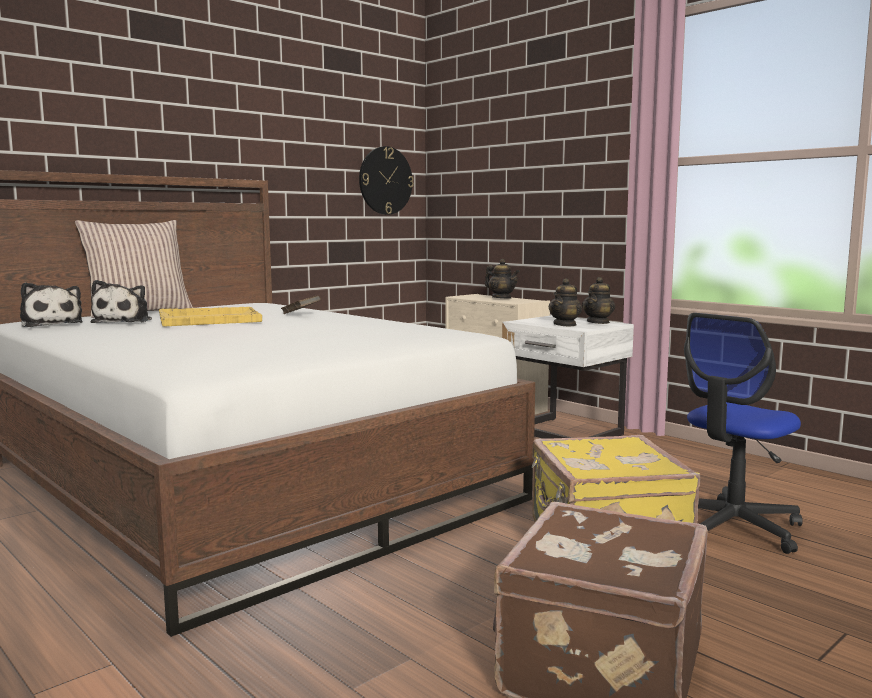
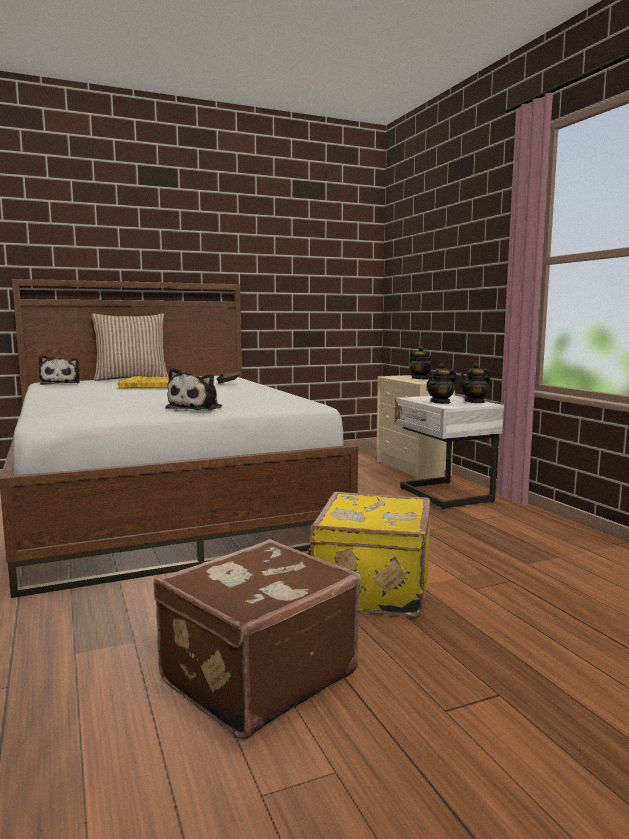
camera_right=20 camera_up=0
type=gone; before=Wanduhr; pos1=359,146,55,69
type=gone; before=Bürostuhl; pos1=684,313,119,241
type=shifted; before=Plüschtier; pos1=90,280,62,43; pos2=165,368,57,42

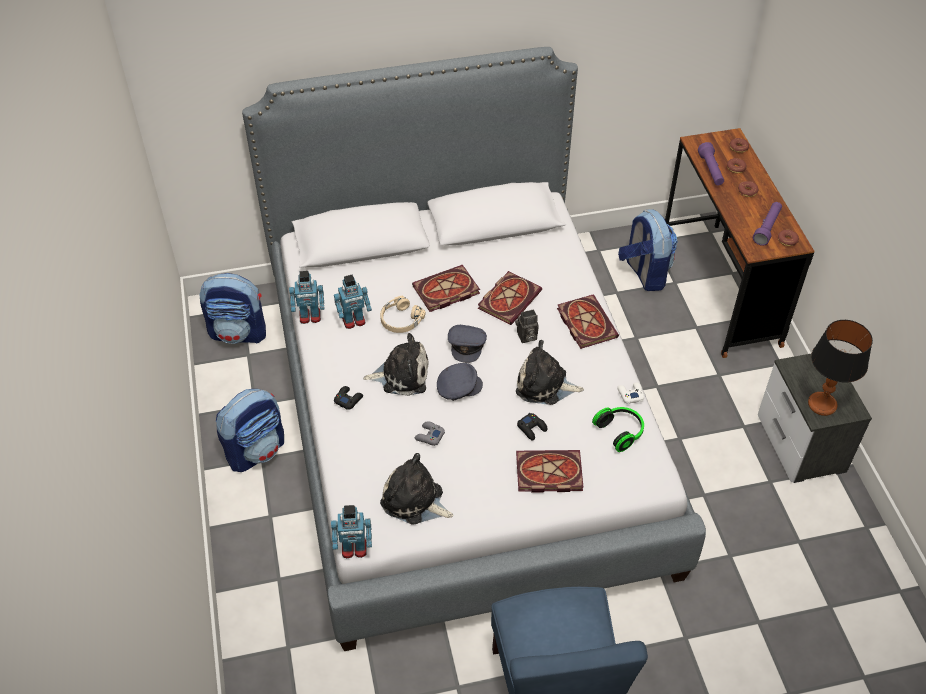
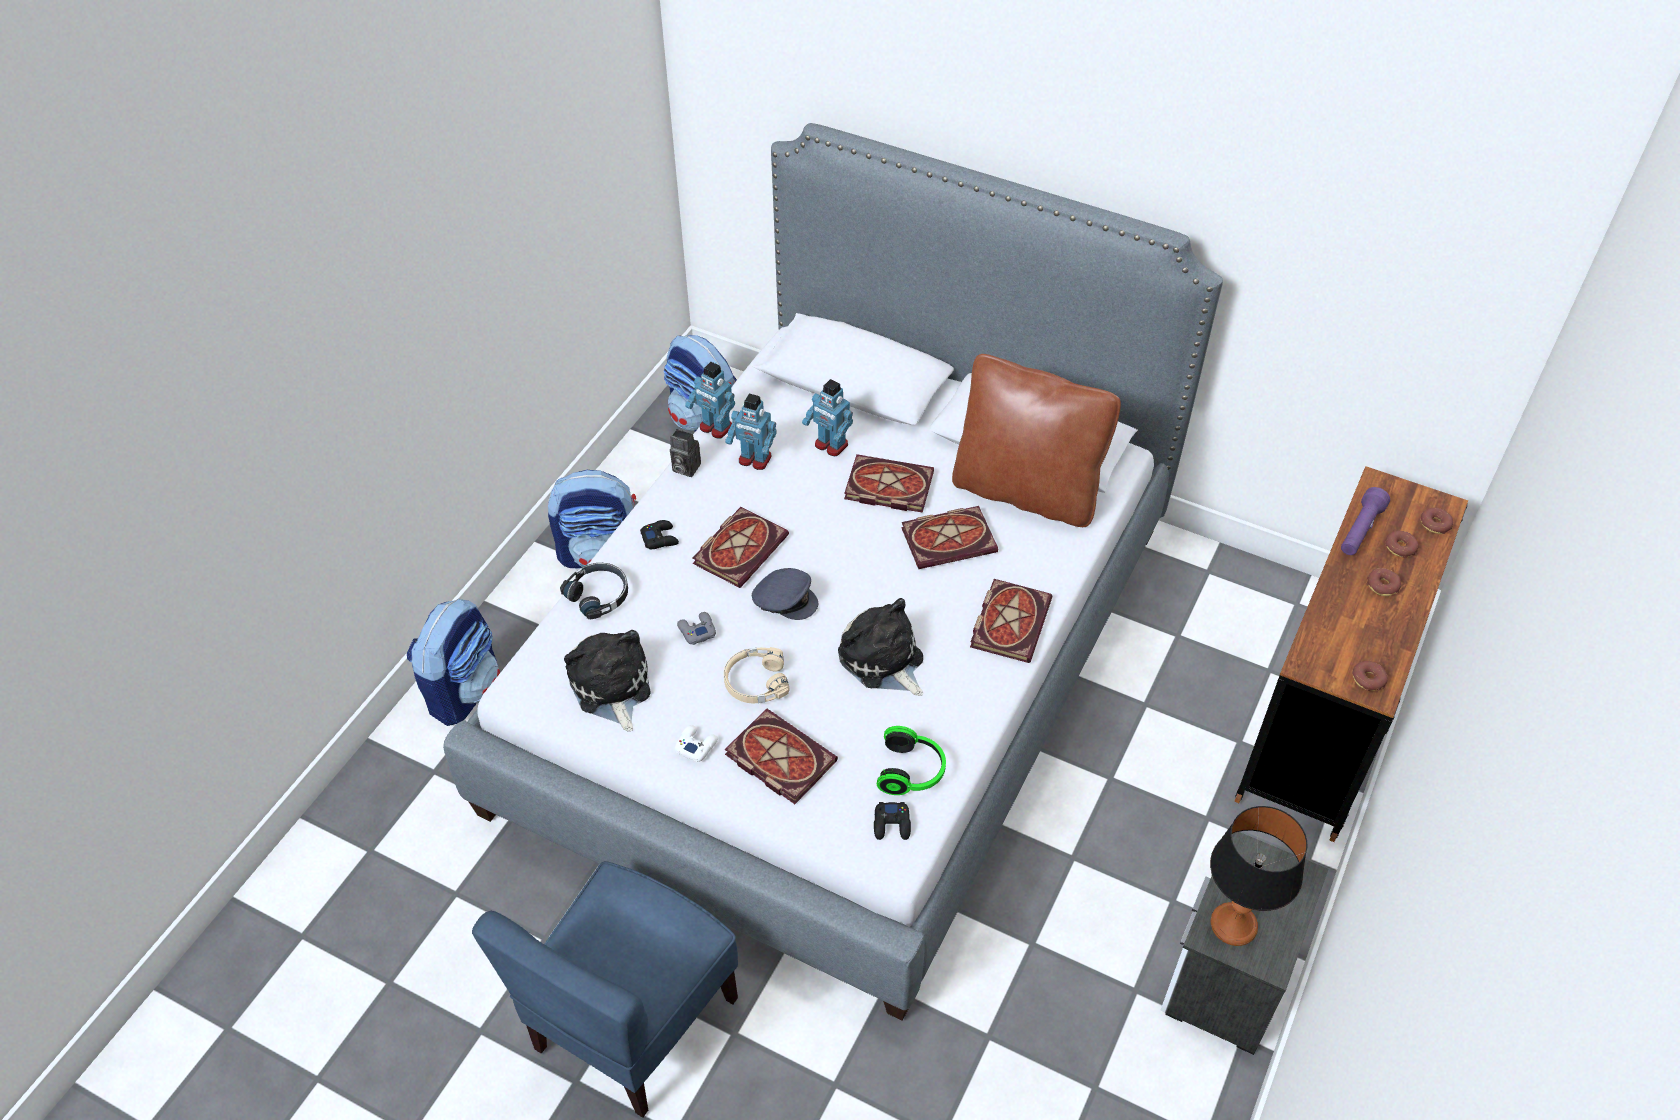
camera_right=40 camera_up=0
type=gone; before=Kappe/grau; pos1=448,325,39,38
type=gone; before=Taschenlampe/lila; pos1=753,202,29,44
type=new; after=Kopfhörer/schwarz; pos2=560,563,68,57
type=new; after=Kissen/braun; pos2=952,354,169,173
type=shifted; before=Spielzeugroboter; pos1=331,505,41,53; pos2=802,379,51,77
type=shifted; before=Kopfhörer/beige; pos1=380,296,46,37; pos2=724,647,65,56
type=shifted; before=Kamera; pos1=515,309,24,34; pos2=670,429,31,48
type=shifted; before=Gamepad/schwarz; pos1=517,413,31,28; pos2=874,802,37,38
type=shifted; before=Gamepad/weiß; pos1=617,382,27,22; pos2=675,725,43,37
type=shifted; before=Rucksack; pos1=618,209,60,82; pos2=407,598,93,128
type=swapped; before=Plüschtier; after=Buch; pos1=363,333,65,63; pos2=692,507,97,81

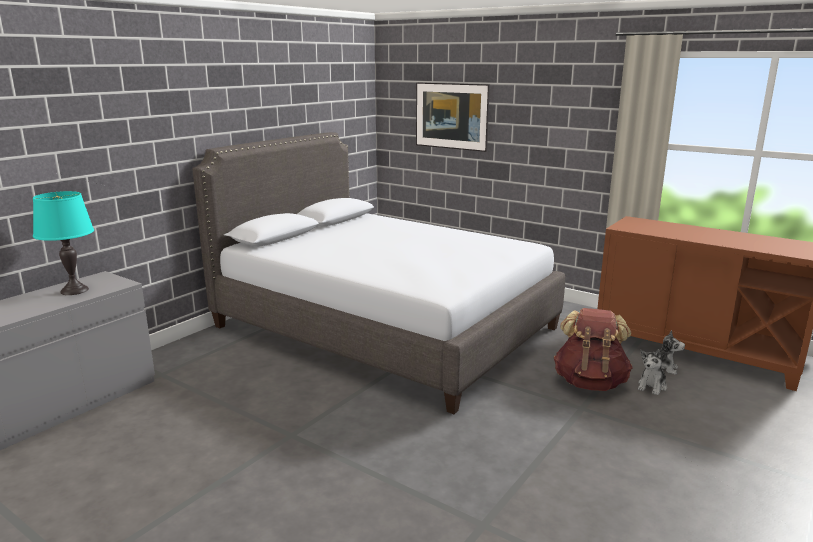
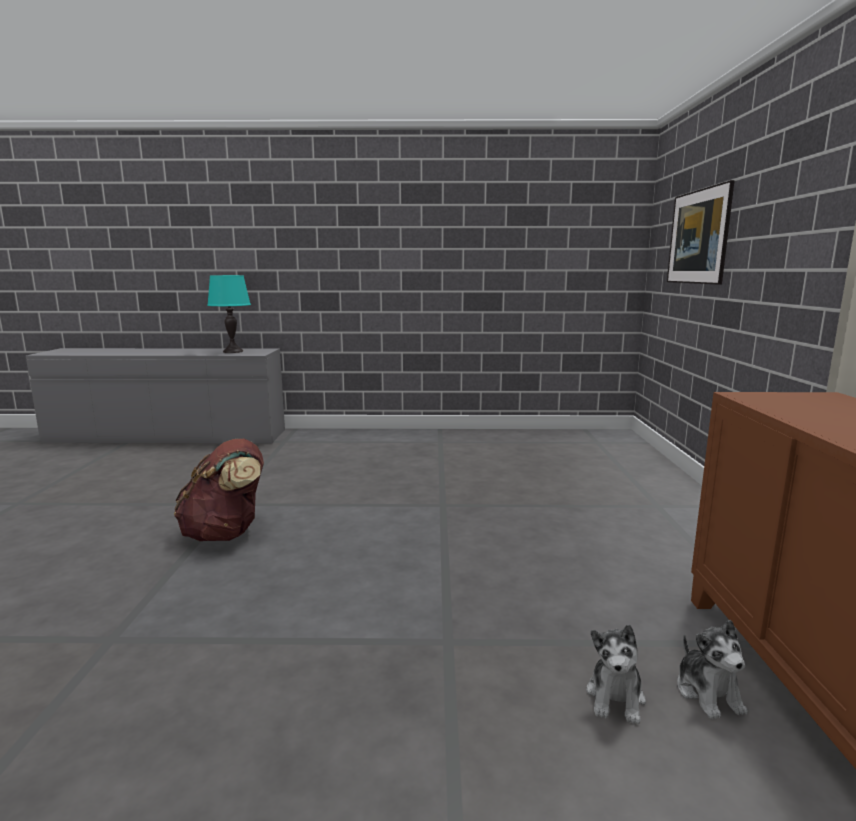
camera_right=55 camera_up=-5
type=gone; before=Bett/grau; pos1=192,132,373,282
type=shifted; before=Rucksack/braun; pos1=554,308,79,83; pos2=174,439,90,102
type=rotated; before=Plüschtier; pos1=638,349,29,46; pos2=586,625,60,100; turn=-75

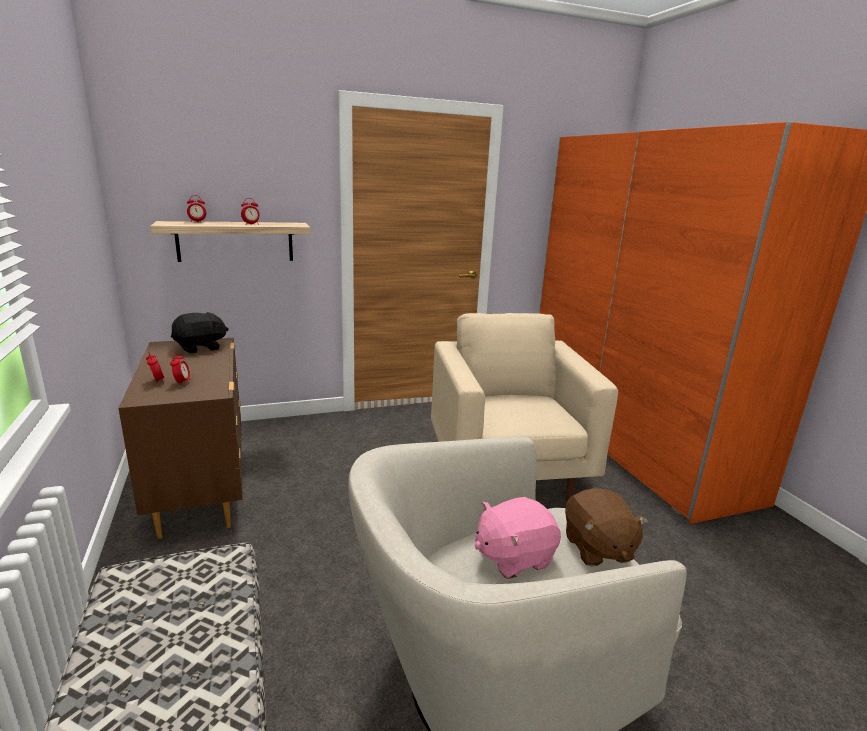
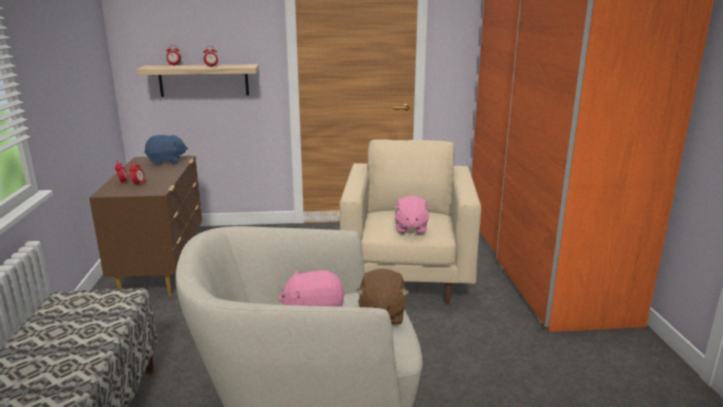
camera_right=15 camera_up=0
type=new; after=Plüschtier/rosa; pos2=393,196,38,38
type=repainted; before=Plüschtier/schwarz; after=Plüschtier/blau; pos1=171,312,58,41; pos2=144,135,44,30

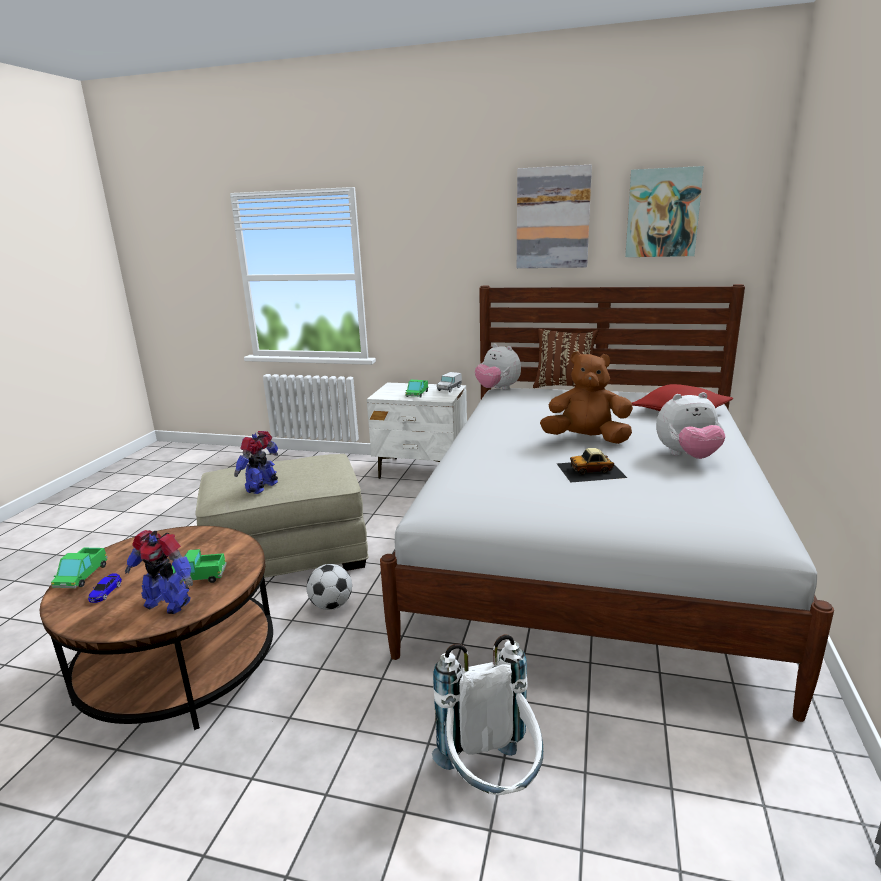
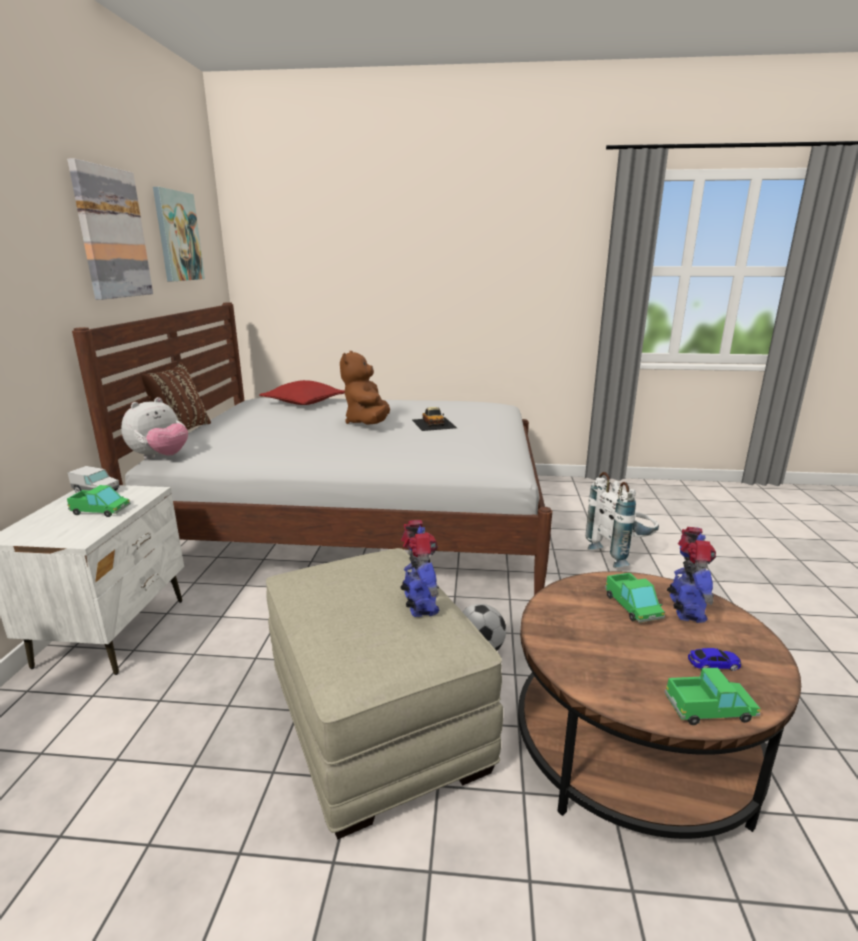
camera_right=-100 camera_up=0
type=gone; before=Plüschtier; pos1=656,392,69,67
type=rotated; before=Spielzeugroboter; pos1=234,431,44,63; pos2=400,520,39,97; turn=-120

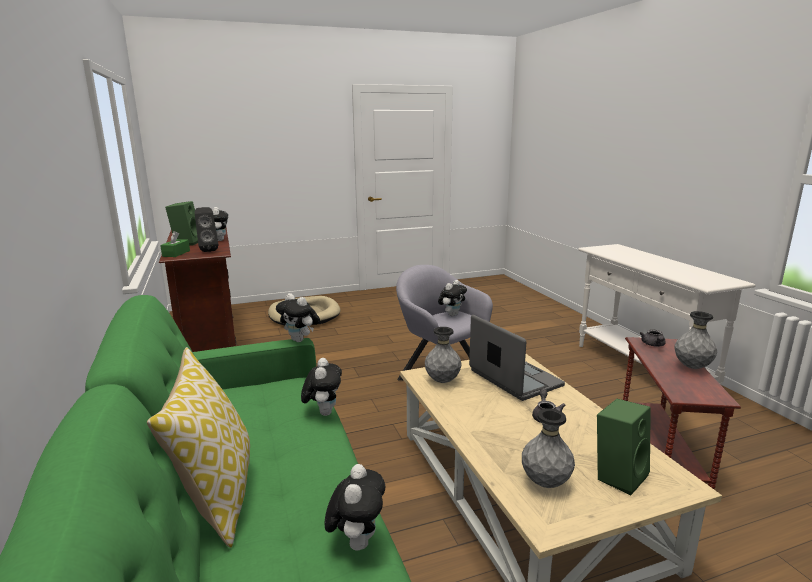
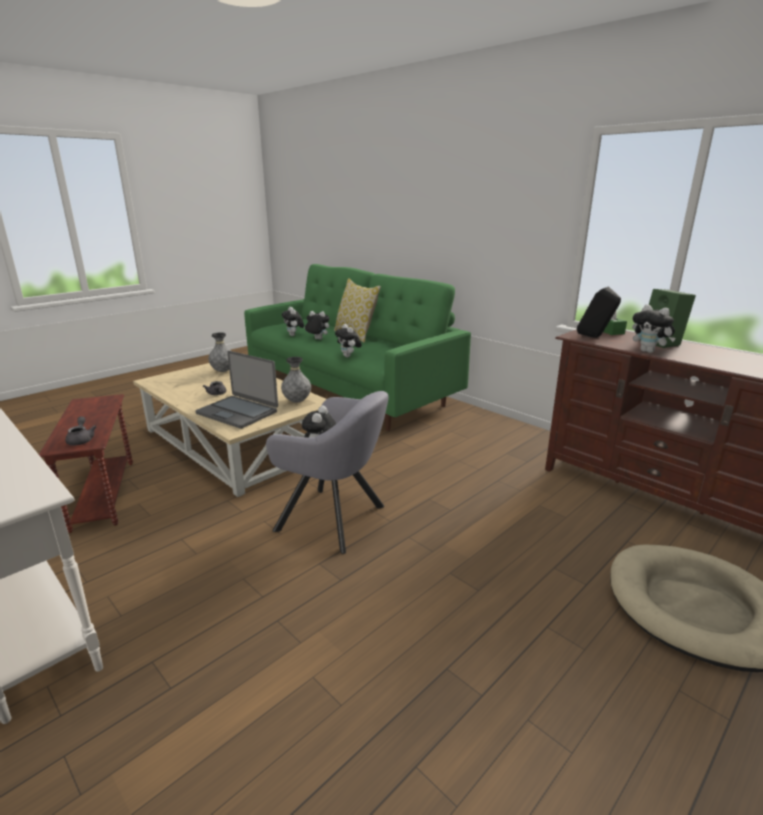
camera_right=155 camera_up=5
type=gone; before=Lautsprecher/grün; pos1=597,399,54,96
type=gone; before=Vase/grau; pos1=675,311,42,58
type=shifted; before=Plüschtier; pos1=276,293,44,49; pos2=304,311,26,29

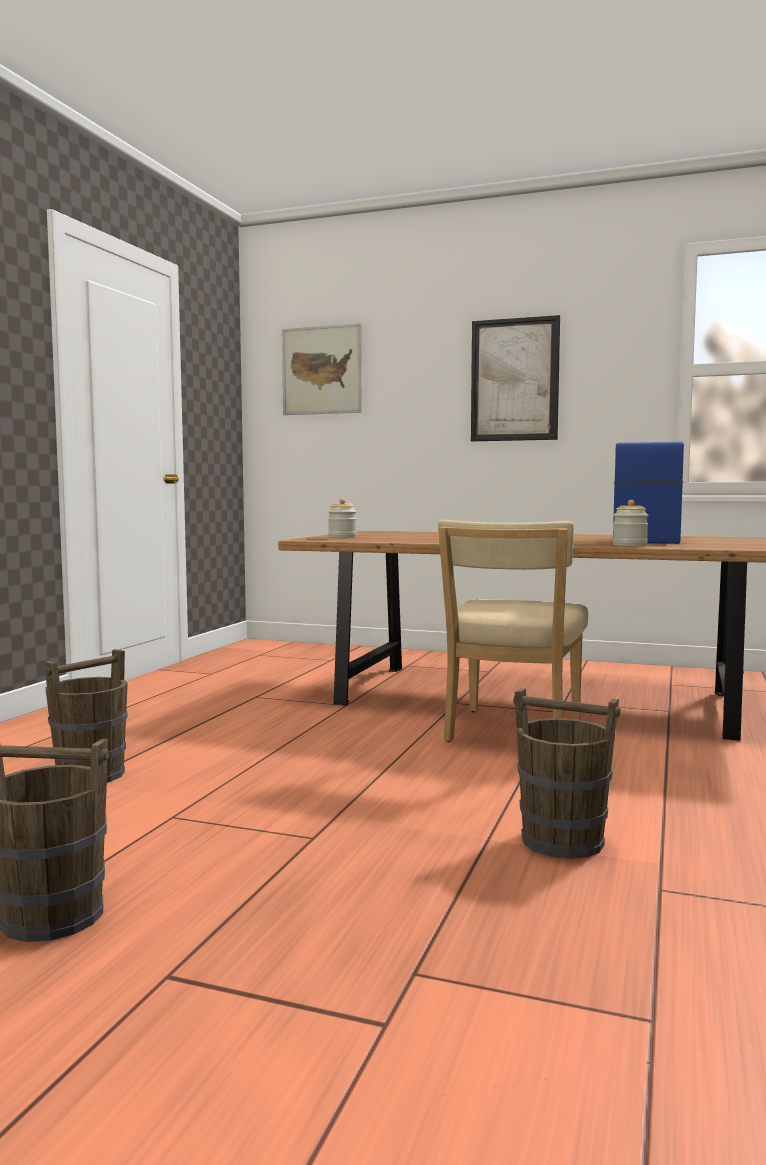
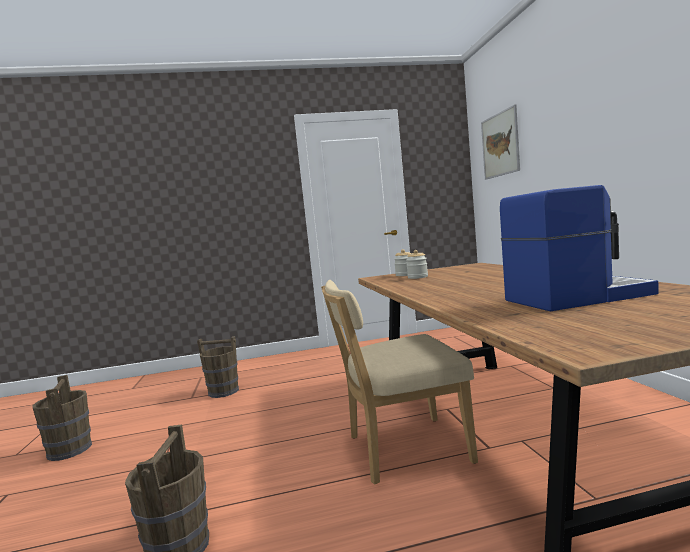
camera_right=60 camera_up=0
type=gone; before=Bild; pos1=471,315,89,126
type=shifted; before=Vorratsglas; pos1=613,500,35,46; pos2=406,250,22,29

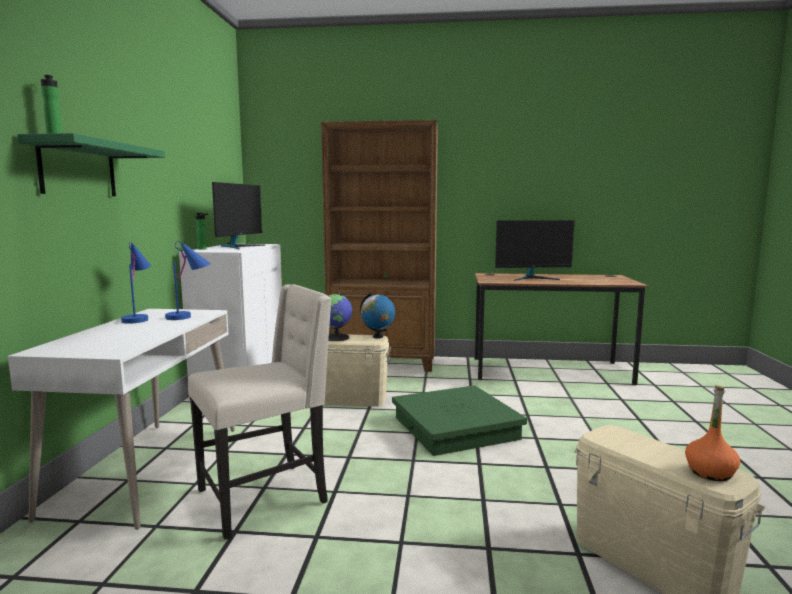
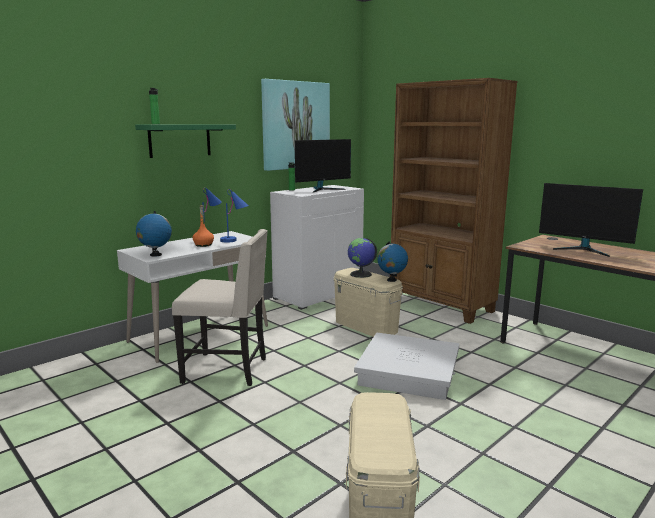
camera_right=40 camera_up=5
type=new; after=Globus; pos2=136,211,36,46
type=new; after=Bild; pos2=261,79,69,92
type=shifted; before=Flasche/orange; pos1=685,385,55,96; pos2=192,205,22,42
type=repainted; before=Aufbewahrungsbox/grün; after=Aufbewahrungsbox/weiß; pos1=392,385,135,71; pos2=354,333,105,67

